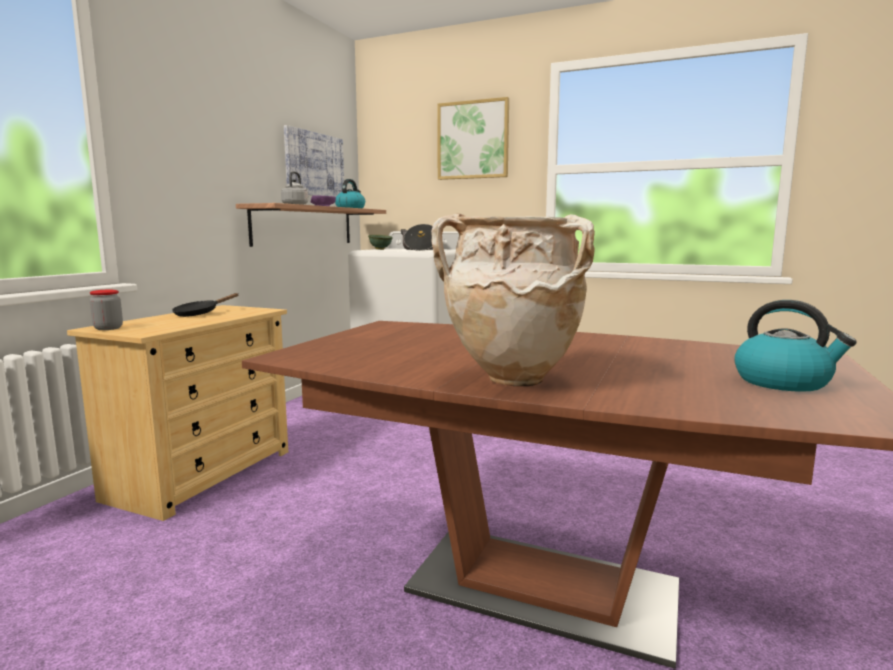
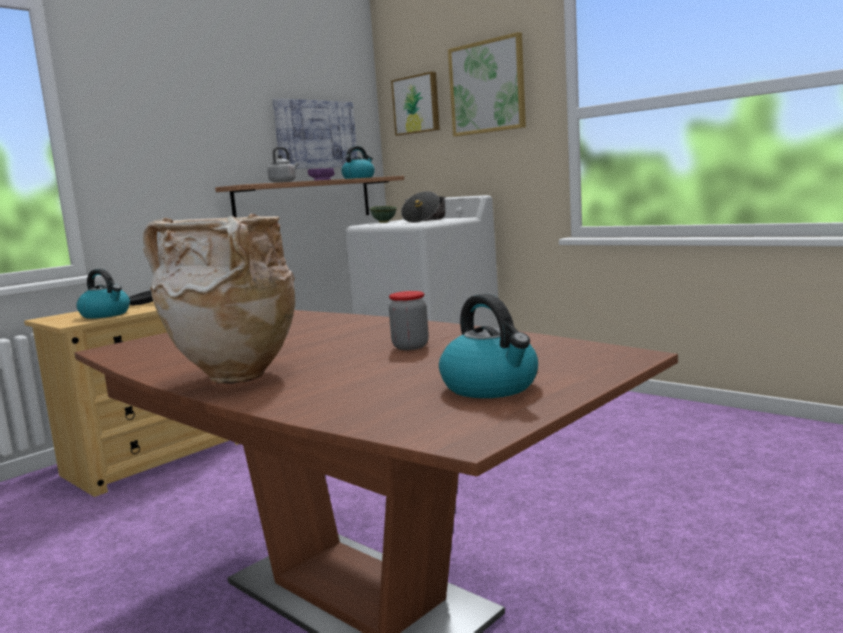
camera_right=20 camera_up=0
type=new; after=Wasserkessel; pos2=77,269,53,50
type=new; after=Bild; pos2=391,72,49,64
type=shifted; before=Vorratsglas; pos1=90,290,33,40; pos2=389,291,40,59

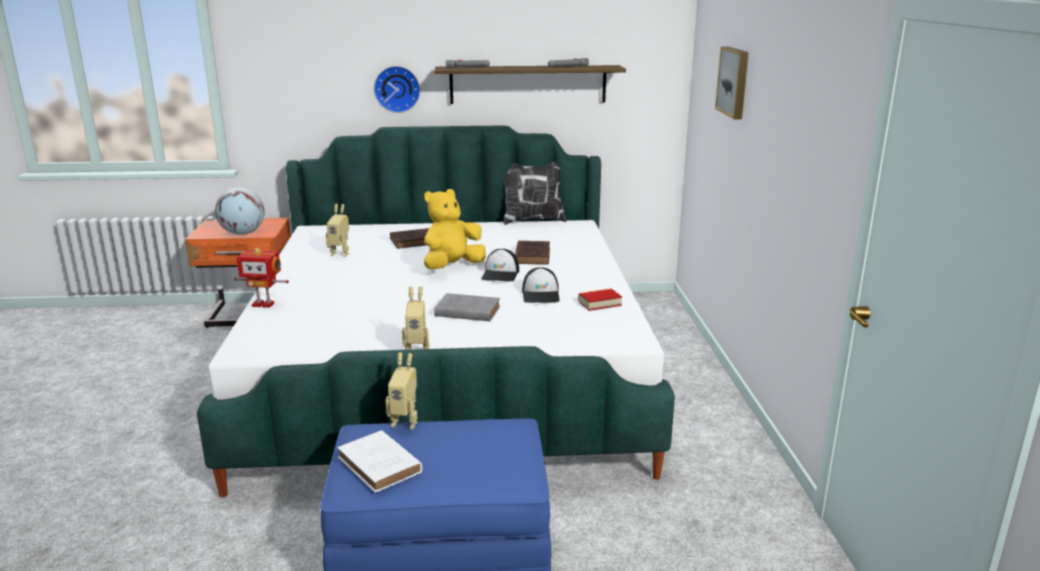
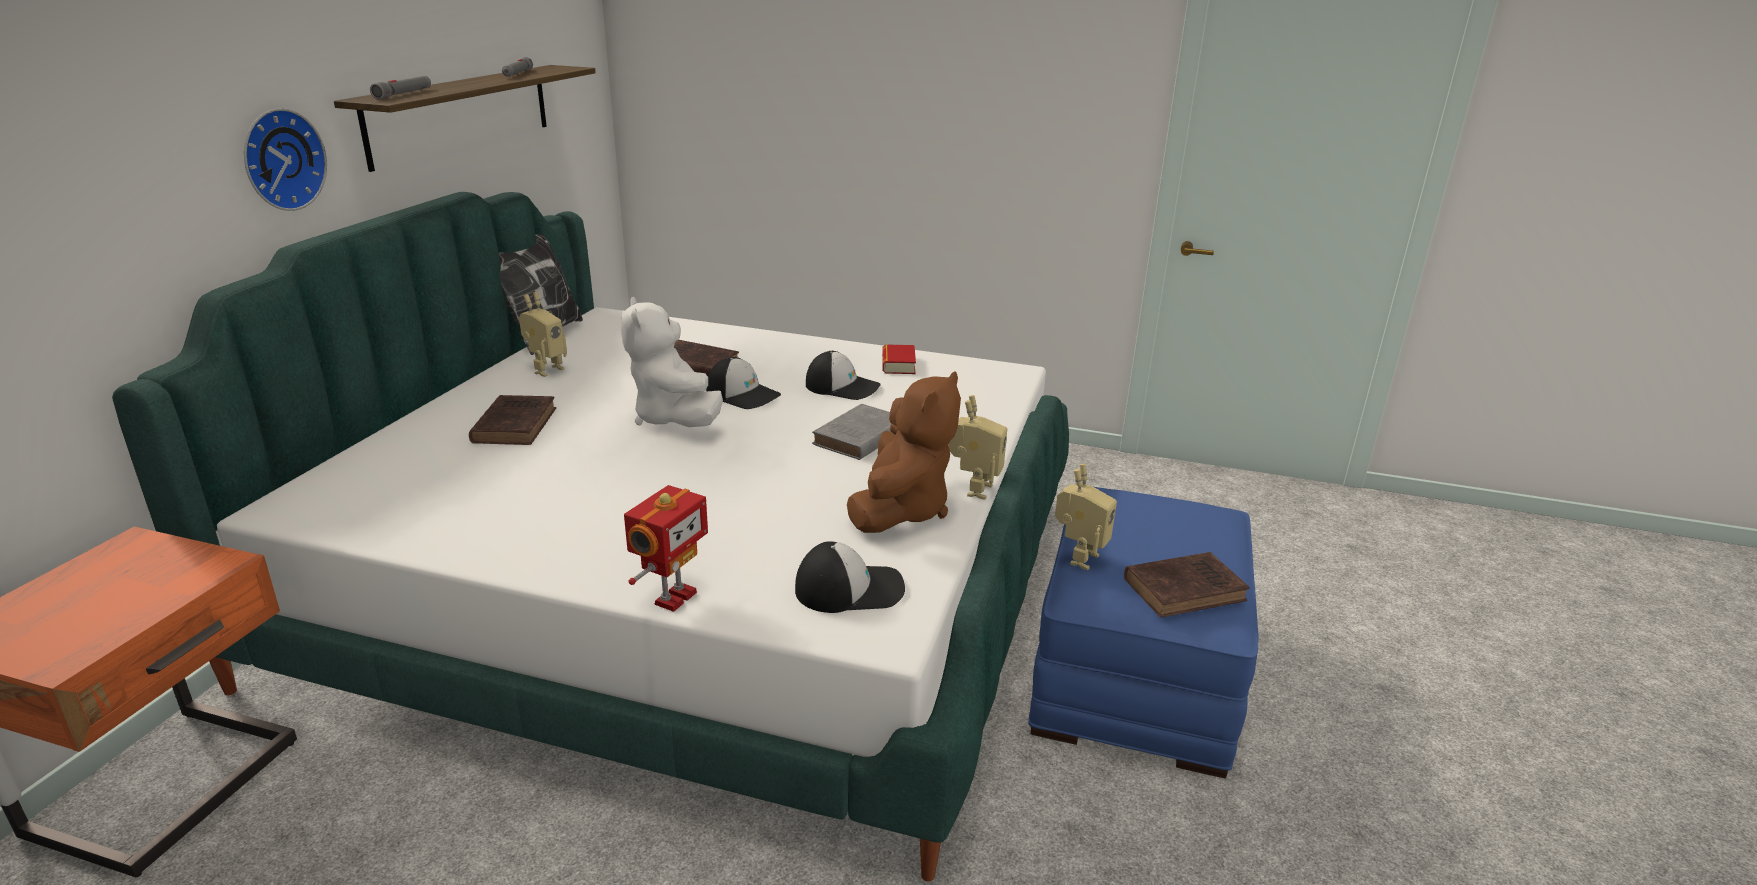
camera_right=-70 camera_up=5
type=gone; before=Globus; pos1=215,187,50,48
type=gone; before=Bild; pos1=715,46,34,73
type=new; after=Kappe; pos2=795,541,110,72
type=new; after=Plüschtier/braun; pos2=847,371,114,162
type=shifted; before=Spielzeugroboter; pos1=326,204,23,53; pos2=519,292,48,85
type=repainted; before=Buch/weiß; after=Buch/braun; pos1=338,430,84,63; pos2=1124,552,126,66
type=repainted; before=Plüschtier/gelb; after=Plüschtier/weiß; pos1=424,189,62,80; pos2=621,297,102,130

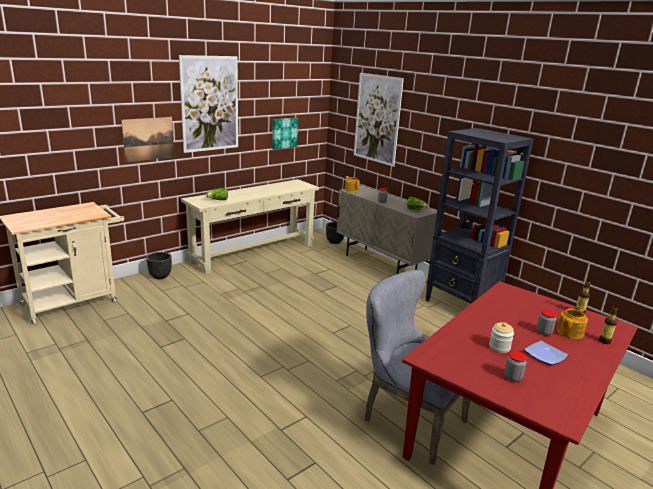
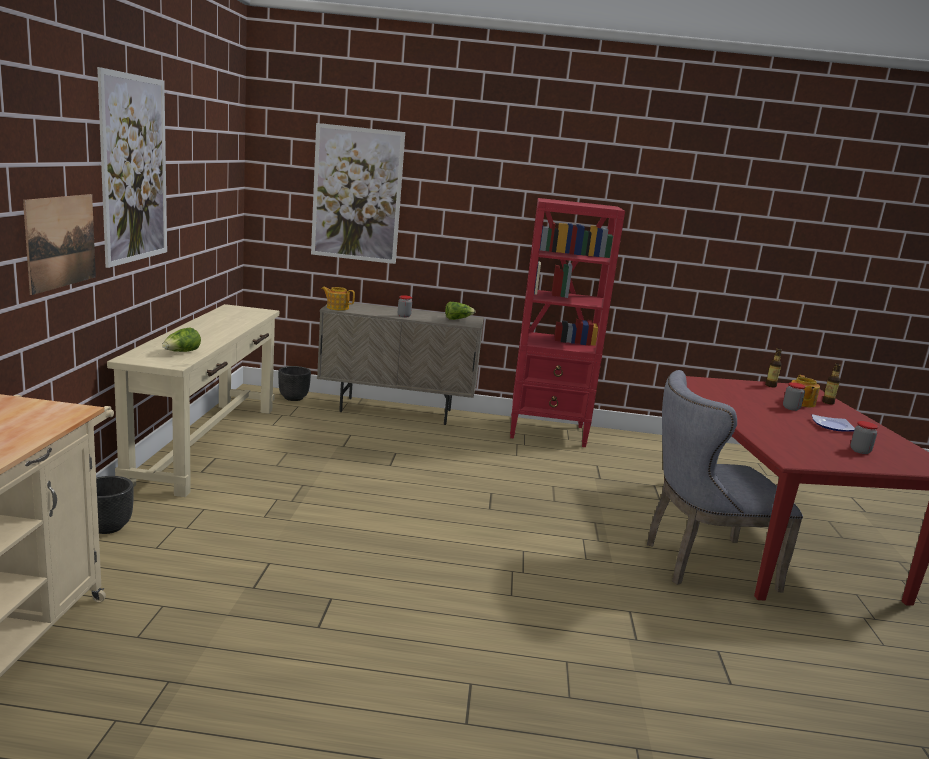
camera_right=-45 camera_up=-5
type=gone; before=Bild; pos1=272,118,26,32
type=gone; before=Vorratsglas; pos1=489,322,25,31
type=repainted; before=Bücherregal/schwarz; after=Bücherregal/rot; pos1=426,128,108,175; pos2=510,198,115,249

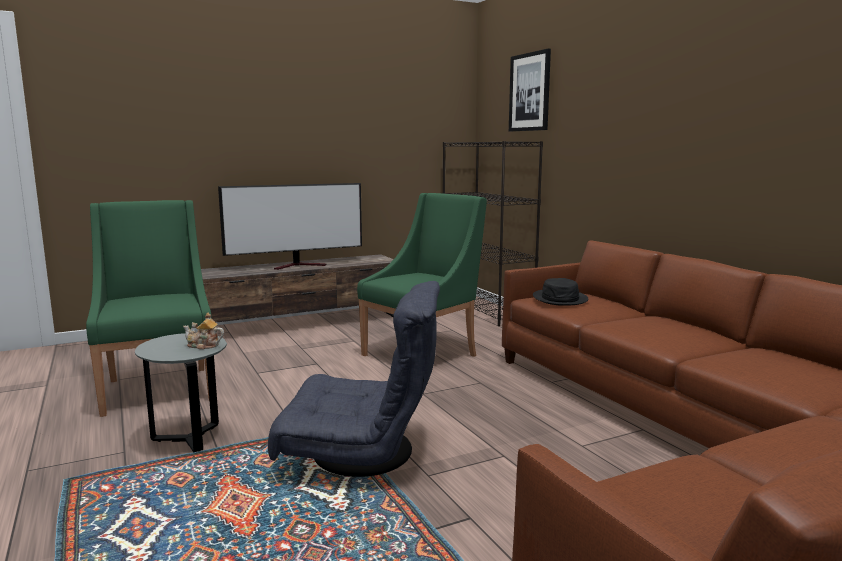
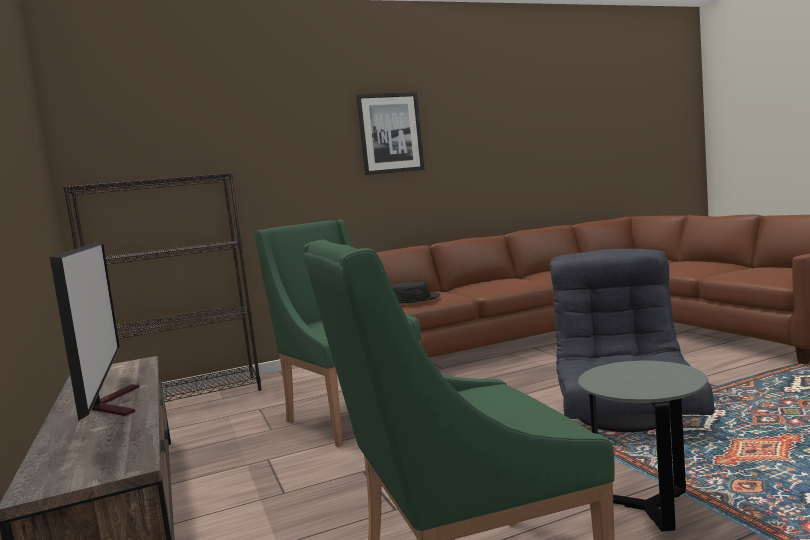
camera_right=-85 camera_up=-5
type=gone; before=Teekanne; pos1=183,313,41,36
type=shifted; before=Bild; pos1=509,49,42,82; pos2=356,92,69,83

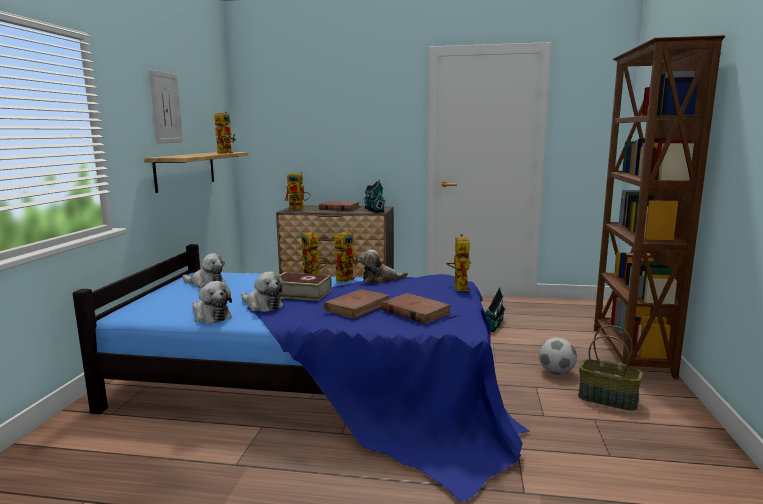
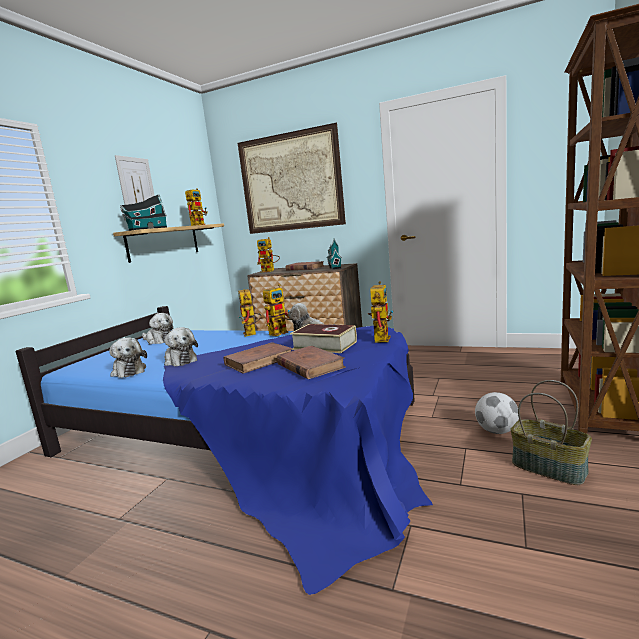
camera_right=15 camera_up=0
type=new; after=Bild; pos2=238,123,108,111
type=shifted; before=Buch; pos1=278,272,54,29; pos2=290,324,67,29
type=shifted; before=Spielzeughaus; pos1=485,287,21,45; pos2=120,194,47,37

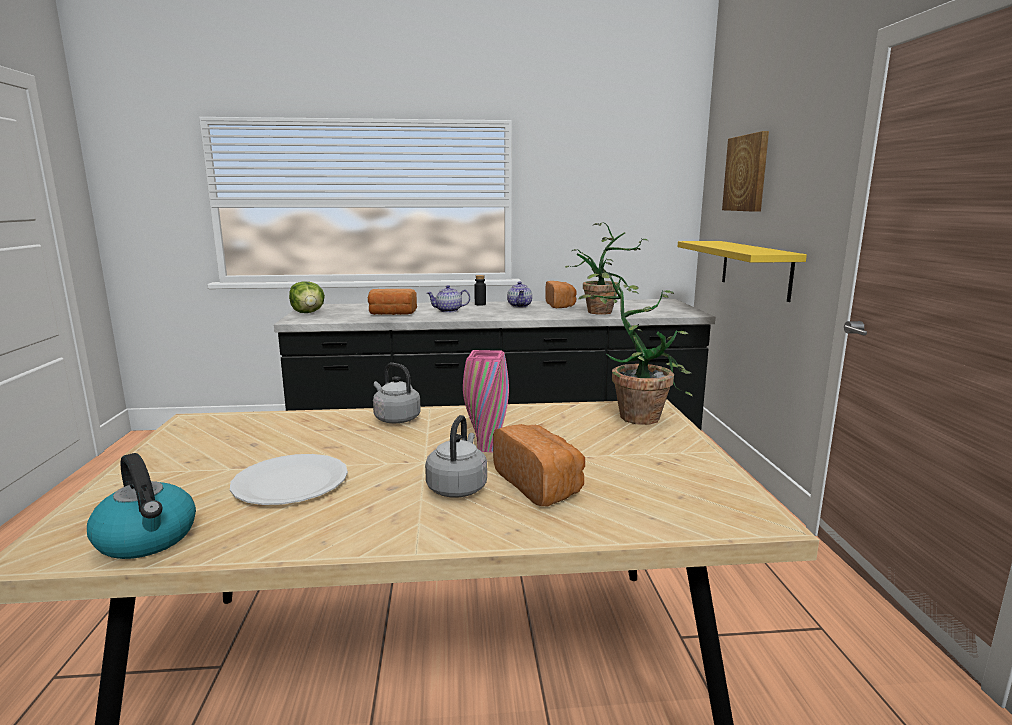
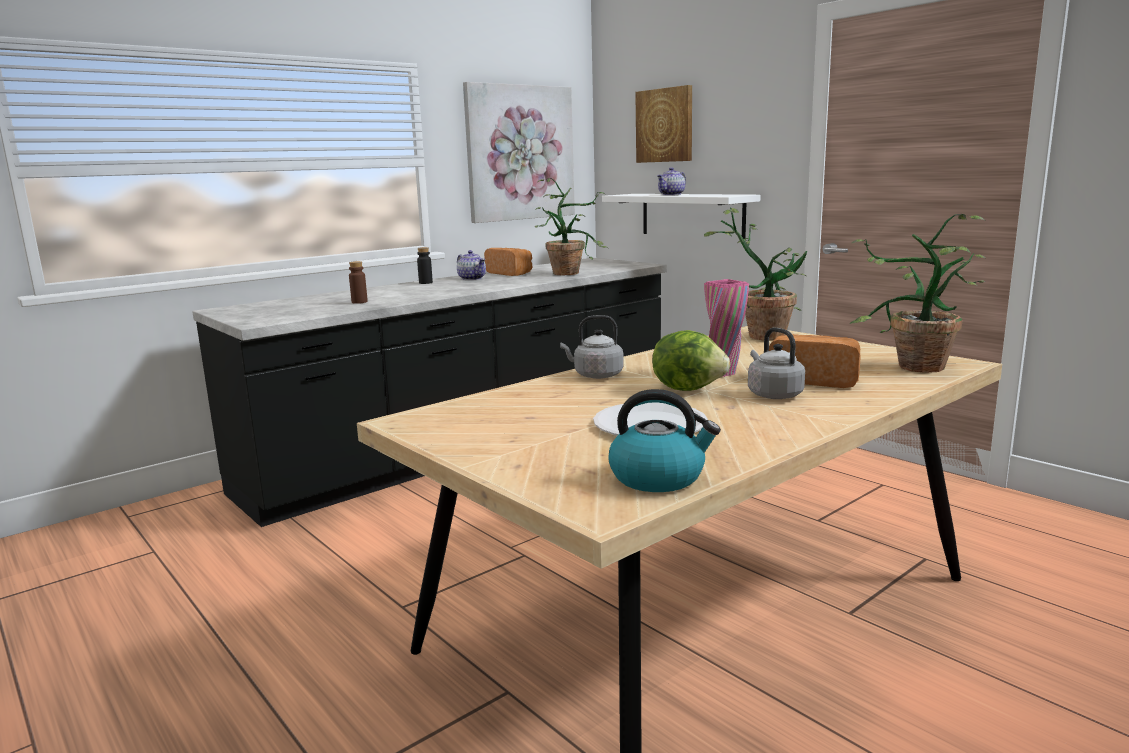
camera_right=-35 camera_up=0
type=new; after=Bild; pos2=463,82,112,141
type=new; after=Topfpflanze; pos2=849,214,137,159
type=shifted; before=Salatkopf; pos1=289,281,36,32; pos2=652,330,78,61
type=shifted; before=Teekanne; pos1=427,285,43,27; pos2=657,167,29,28
type=swapped; before=Brot; after=Flasche/braun; pos1=368,289,49,26; pos2=349,261,19,43
type=repainted; before=Wandregal/gelb; after=Wandregal/weiß; pos1=678,241,129,61; pos2=602,194,159,45

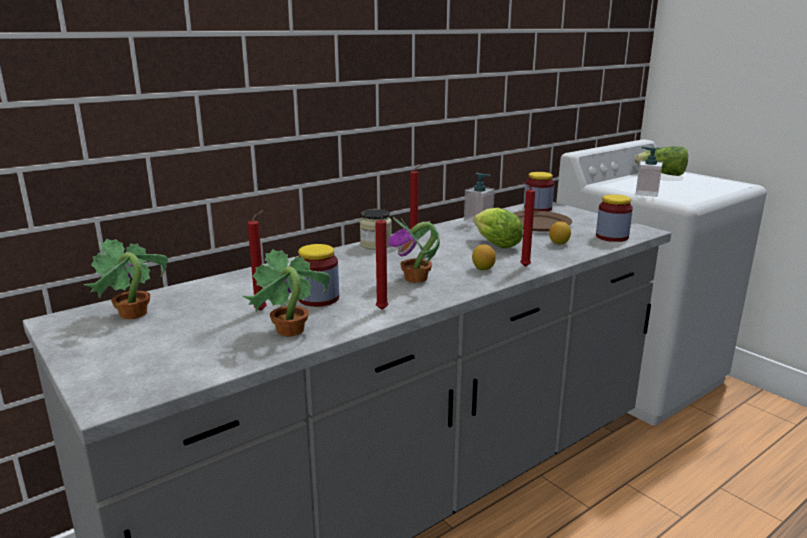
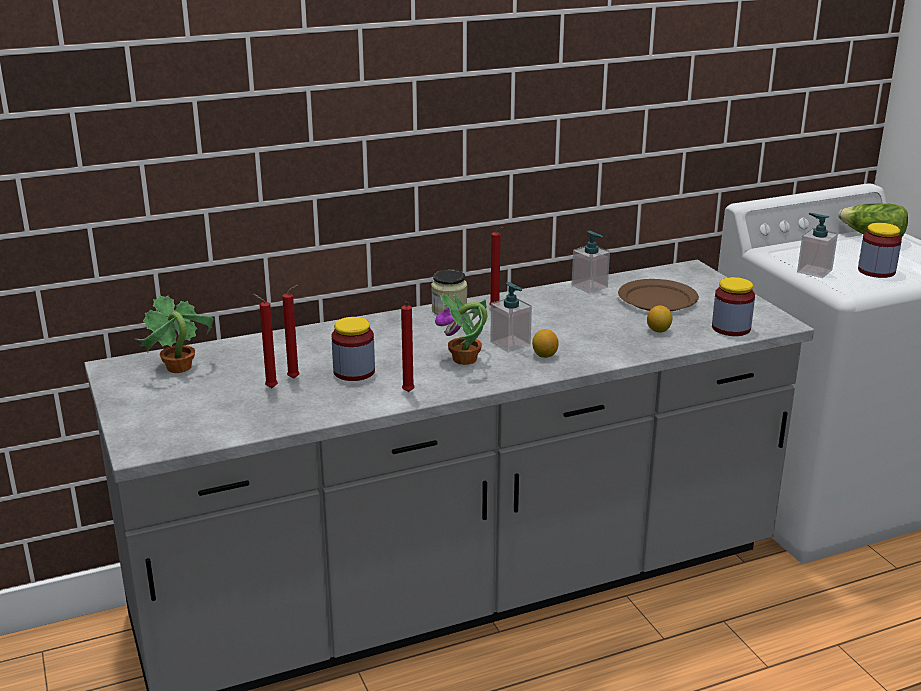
camera_right=15 camera_up=5
type=gone; before=Topfpflanze; pos1=243,249,87,88
type=gone; before=Salatkopf; pos1=473,208,50,40
type=new; after=Seifenspender; pos2=490,282,42,70
type=shifted; before=Kerze/rot; pos1=520,182,15,85; pos2=253,294,25,94
type=shifted; before=Vorratsglas; pos1=524,172,30,40; pos2=858,223,44,55

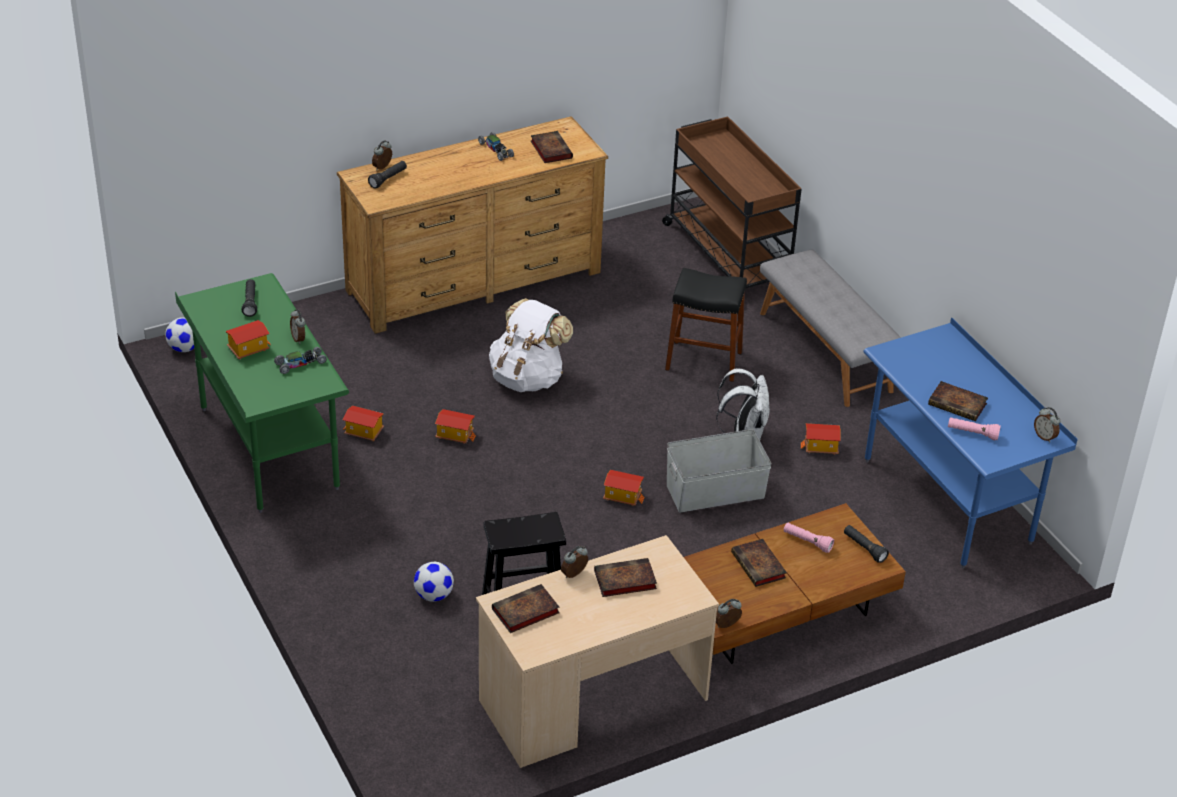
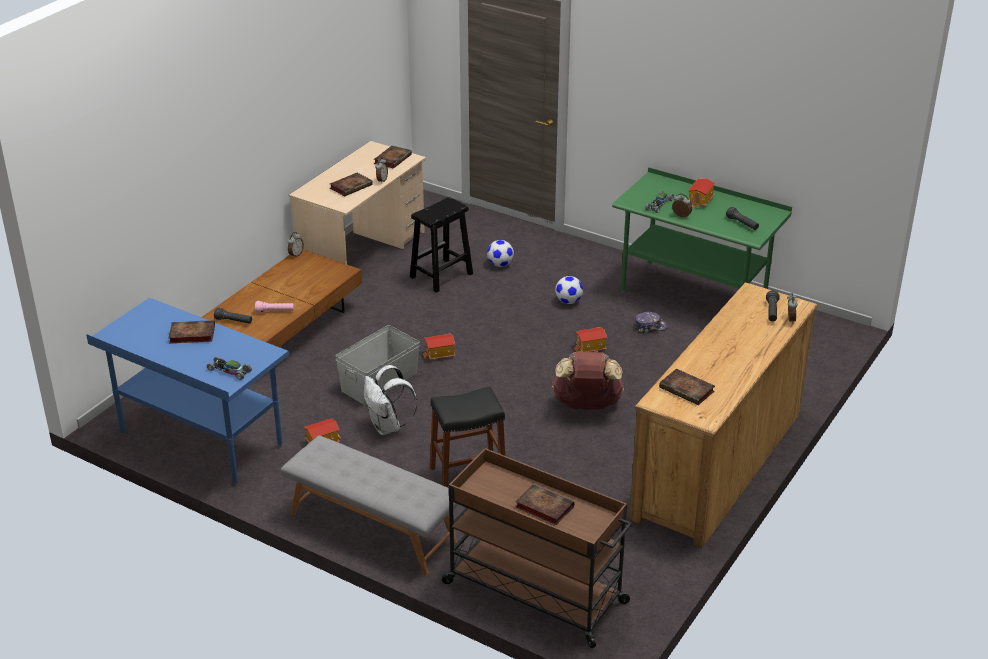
camera_right=150 camera_up=-5
type=gone; before=Taschenlampe/rosa; pos1=948,417,53,24
type=gone; before=Wecker; pos1=1034,407,26,36
type=shifted; before=Fußball; pos1=165,317,29,35; pos2=555,276,28,28
type=shifted; before=Spielzeugauto; pos1=478,132,36,29; pos2=207,356,45,24
type=shifted; before=Buch; pos1=731,539,56,48; pos2=515,484,59,41
type=swapped; before=Spielzeughaus; after=Kappe; pos1=343,405,41,36; pos2=634,312,33,21
type=repainted; before=Rucksack/weiß; after=Rucksack/braun; pos1=489,298,84,94; pos2=552,351,72,59

